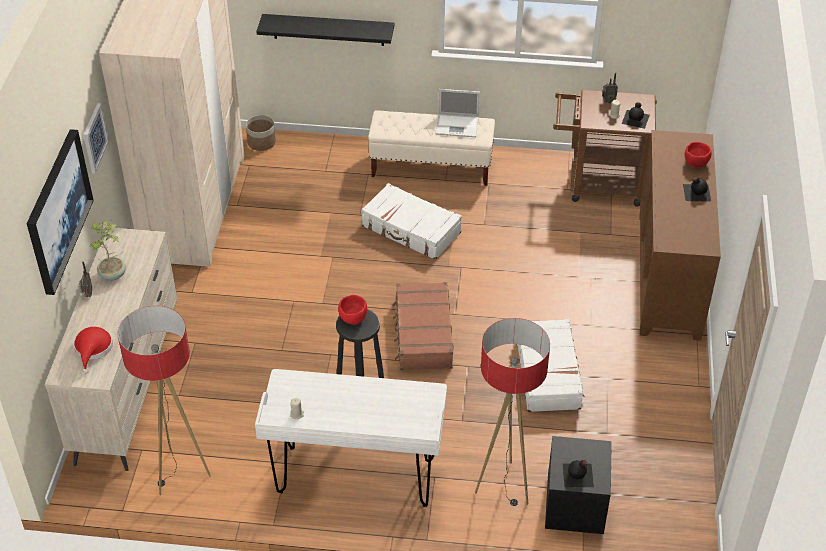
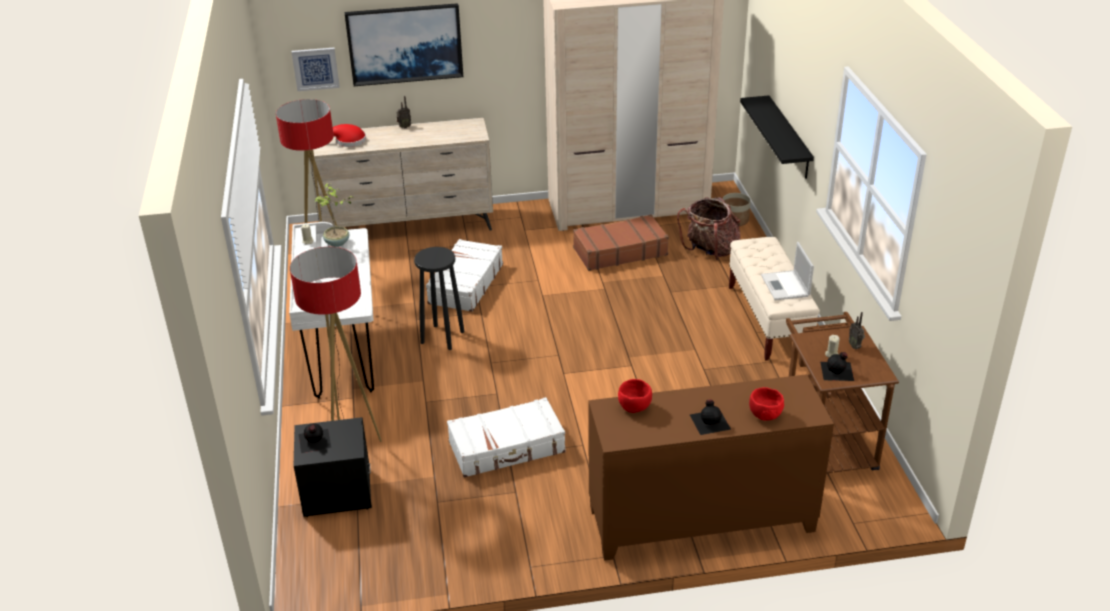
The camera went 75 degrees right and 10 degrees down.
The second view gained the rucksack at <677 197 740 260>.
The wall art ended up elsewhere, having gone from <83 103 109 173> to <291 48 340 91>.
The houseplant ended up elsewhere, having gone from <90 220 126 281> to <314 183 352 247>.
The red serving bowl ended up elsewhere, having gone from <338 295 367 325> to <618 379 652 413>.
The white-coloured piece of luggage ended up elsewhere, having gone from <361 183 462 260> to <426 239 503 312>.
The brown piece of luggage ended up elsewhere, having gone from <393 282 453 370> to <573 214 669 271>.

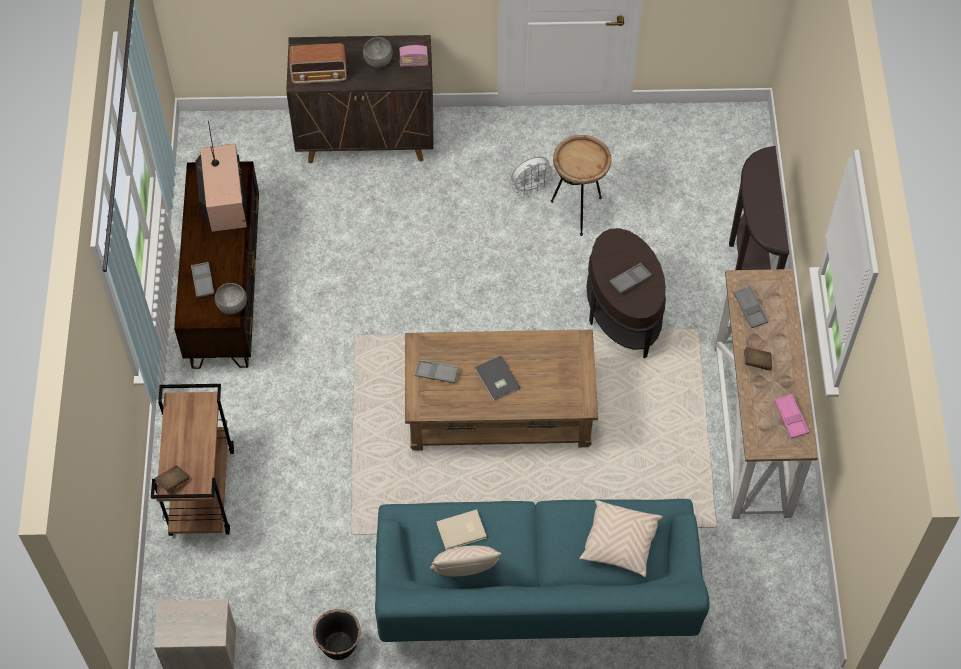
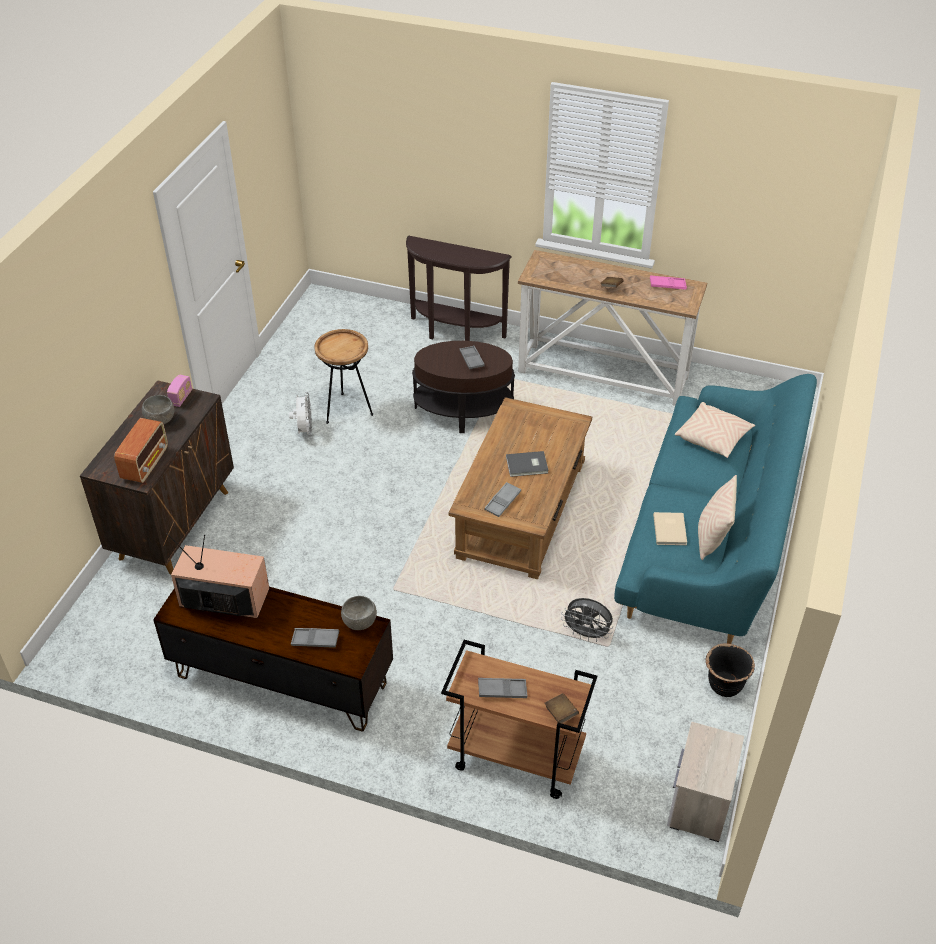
The camera went 70 degrees left and 15 degrees down.
The second view gained the gray cooling fan at <561 598 613 642>.
The gray carrying tray ended up elsewhere, having gone from <733 286 768 328> to <478 678 527 698>.

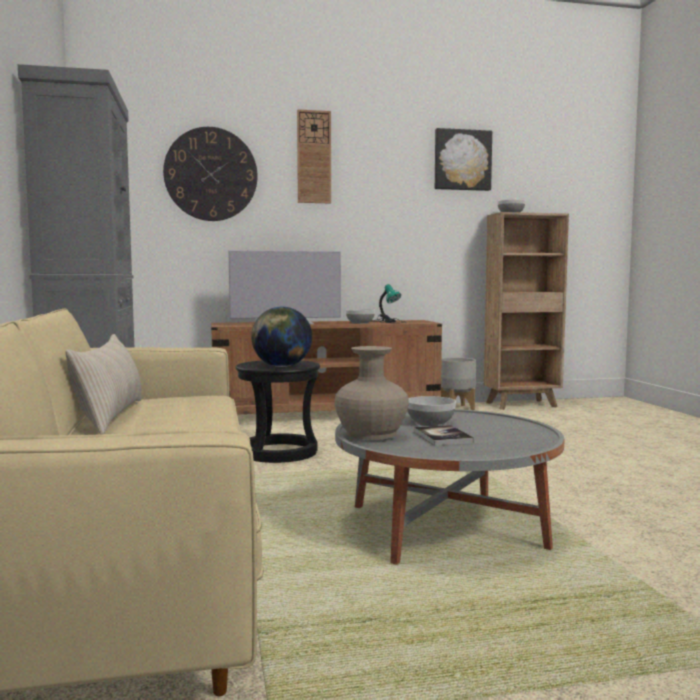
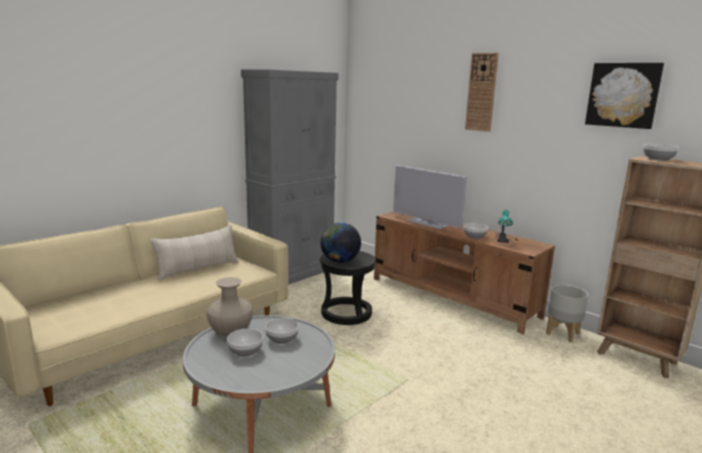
The camera went 55 degrees right and 10 degrees up.
The second view lost the hanging clock at <163 127 258 221>.
Where the book stood at <414 425 474 446>, the serving bowl came to stand at <227 329 263 357>.

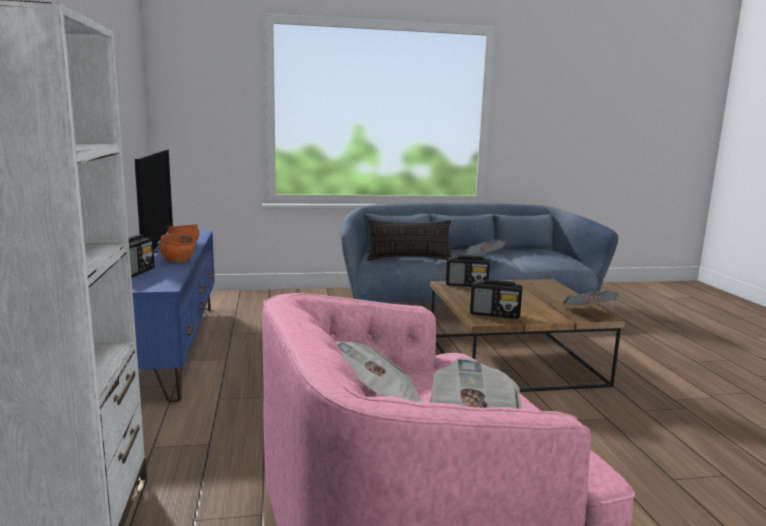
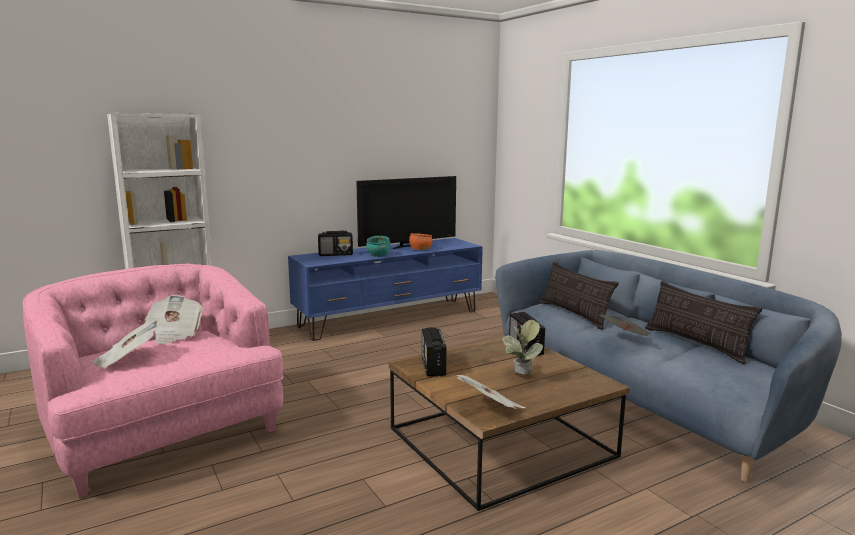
The camera went 70 degrees right and 0 degrees up.
The second view gained the houseplant at <503 320 543 375>.
The second view gained the cushion at <645 281 762 364>.
What was the orange serving bowl at <159 233 195 263> turned into the turquoise serving bowl at <366 236 391 257>.

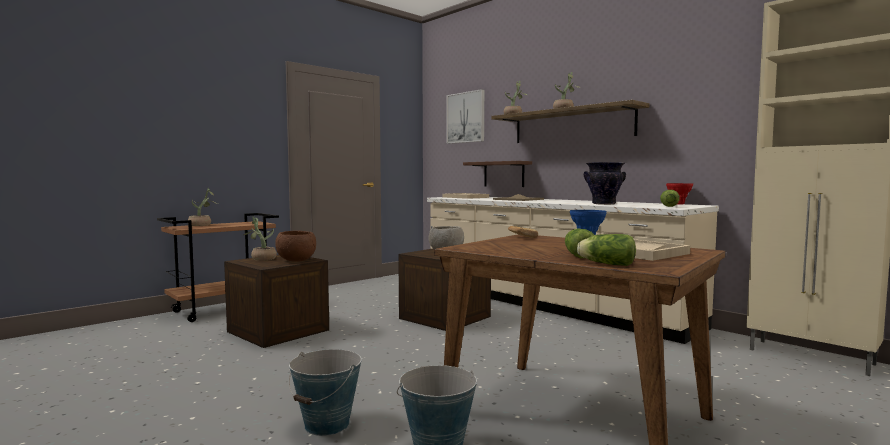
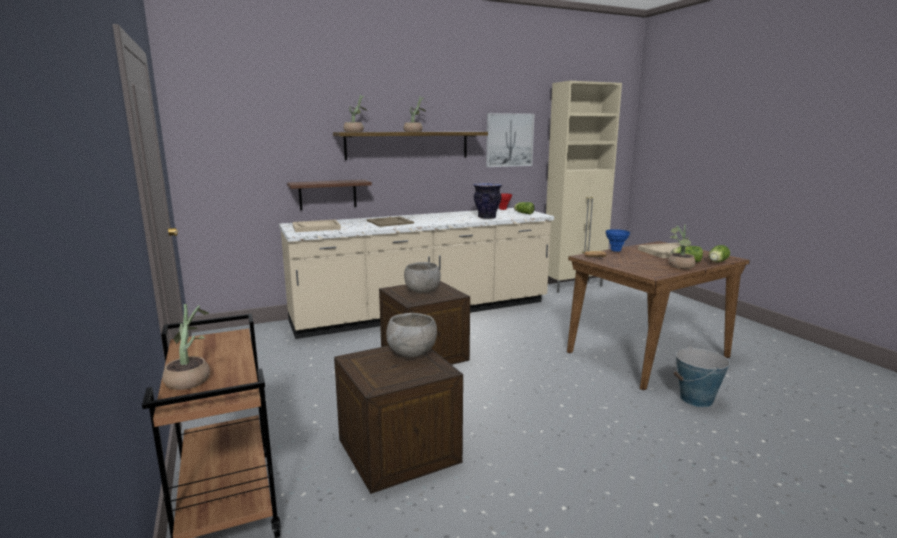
The camera went 70 degrees left and 10 degrees up.
The second view lost the pail at <289 349 362 436>.
The houseplant ended up elsewhere, having gone from <244 217 277 261> to <668 224 696 269>.
The wall art ended up elsewhere, having gone from <447 89 484 144> to <486 113 535 167>.
What was the brown serving bowl at <275 231 316 262> turned into the gray serving bowl at <386 313 437 357>.

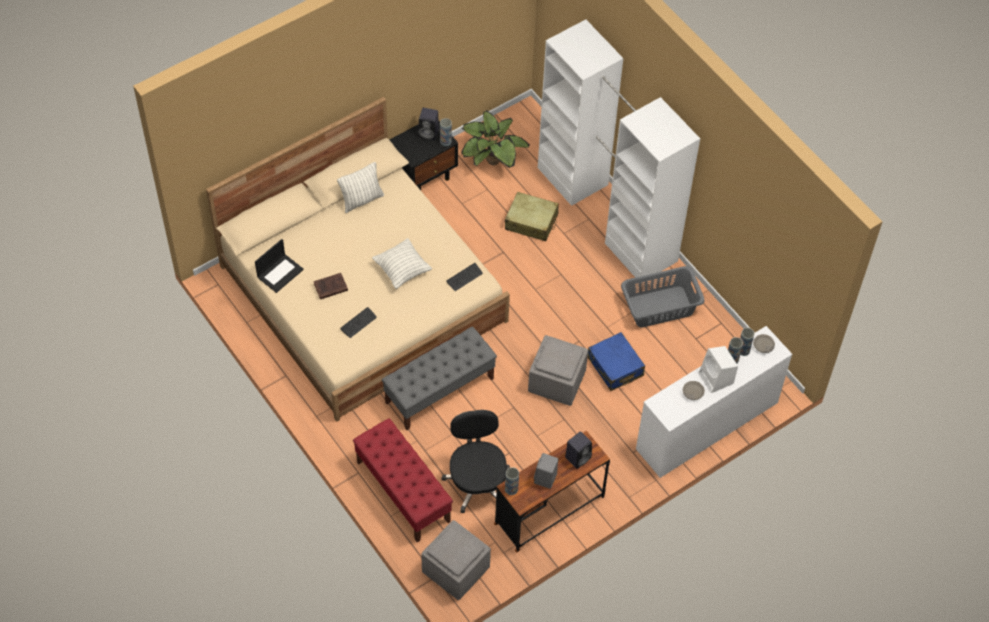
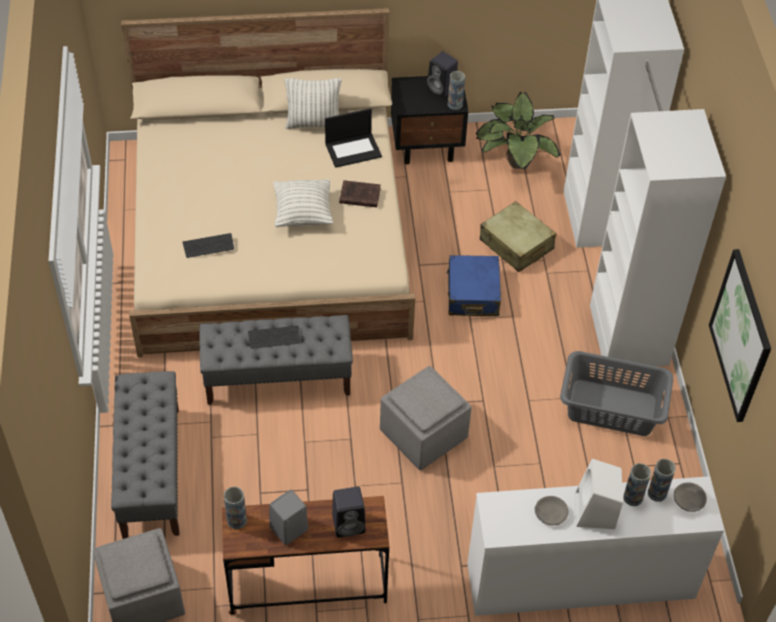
The camera went 30 degrees right and 5 degrees down.
The second view lost the black-coloured desk chair at <441 410 510 513>.
The second view gained the wall art at <709 249 771 422>.
The portable computer ended up elsewhere, having gone from <255 239 304 293> to <325 108 382 168>.
The brown book ended up elsewhere, having gone from <313 273 348 299> to <339 180 381 207>.
The keyboard ended up elsewhere, having gone from <446 263 483 291> to <248 326 300 349>.
The bluish piece of luggage ended up elsewhere, having gone from <588 332 645 391> to <446 255 501 316>.
What was the red bench at <353 418 453 542> turned into the gray bench at <111 371 179 539>.

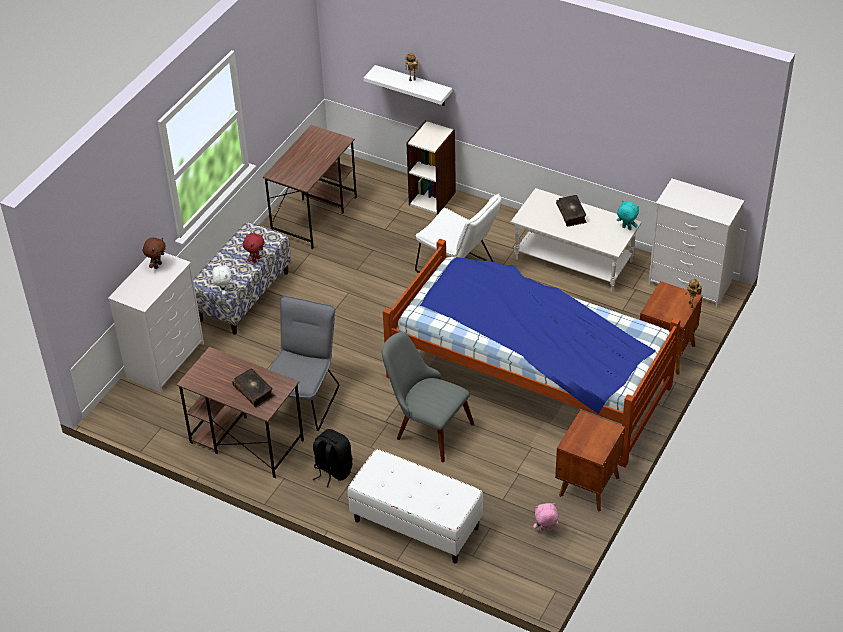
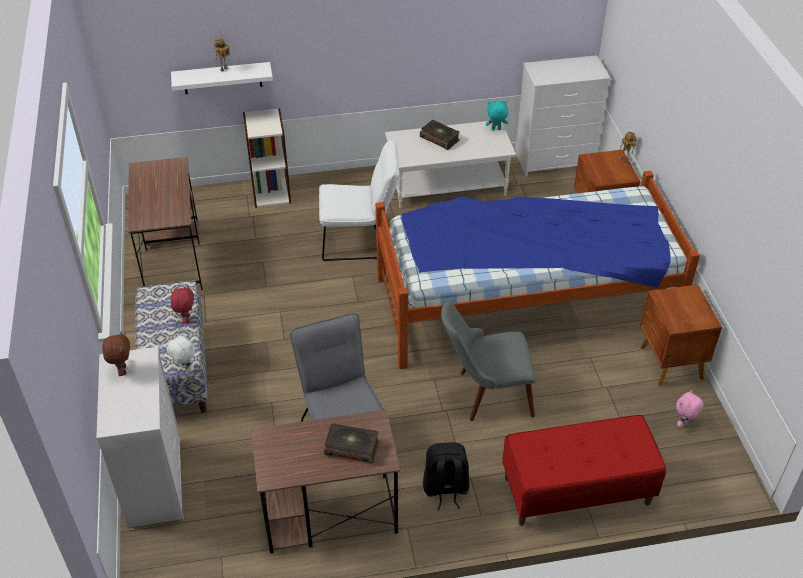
The camera went 40 degrees left and 0 degrees up.
What was the white-coloured bench at <348 449 483 563> turned into the red bench at <502 415 666 526>.

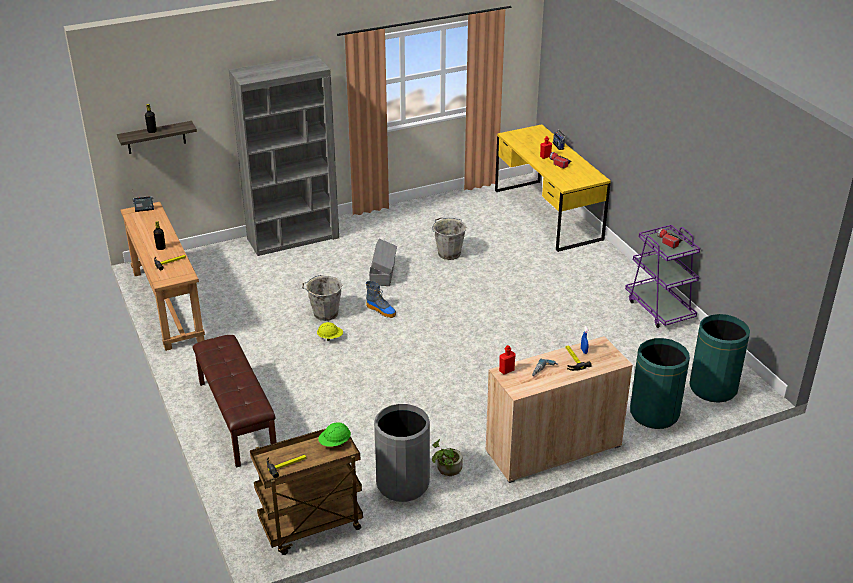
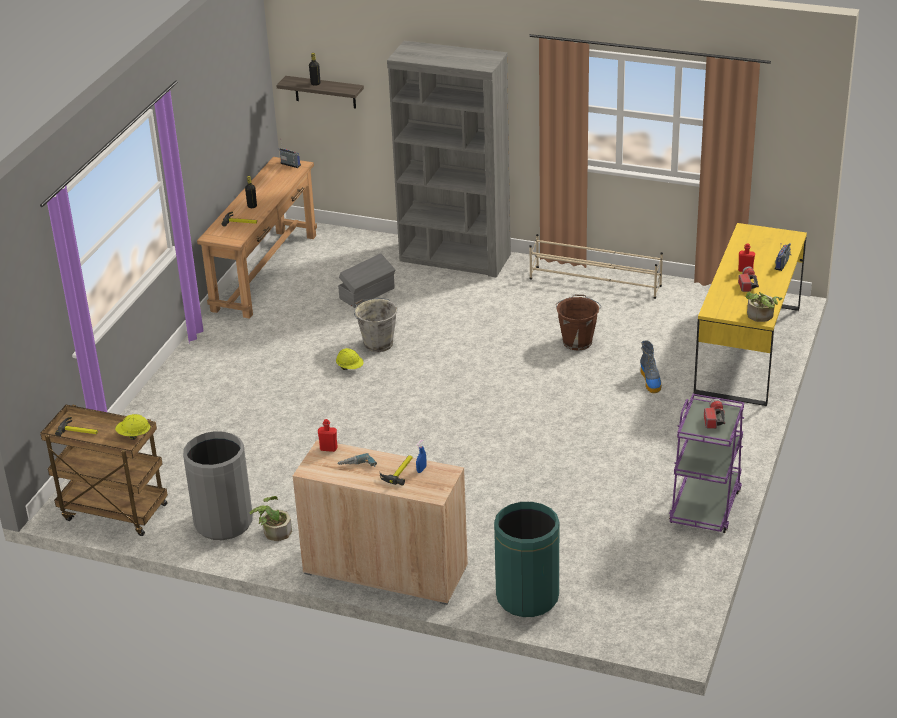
The camera went 45 degrees right and 0 degrees up.
The second view lost the brown bench at <193 335 277 468>.
The second view lost the green rubbish bin at <689 314 750 403>.
The second view gained the beige shoe shelf at <530 234 663 299>.
The second view gained the houseplant at <746 292 782 322>.
The tall boot ended up elsewhere, having gone from <366 281 396 318> to <640 340 661 393>.
The gray storage container ended up elsewhere, having gone from <369 239 397 286> to <338 253 395 308>.
What was the green safety helmet at <318 422 351 447> turned into the yellow-coloured safety helmet at <115 414 151 440>.
What was the gray pail at <432 217 466 260> turned into the brown pail at <556 294 602 351>.

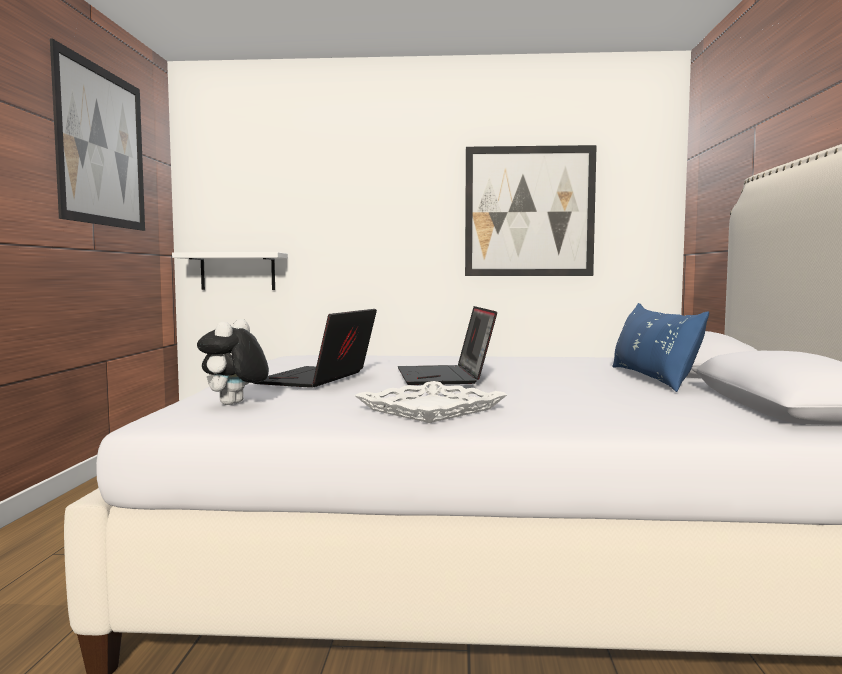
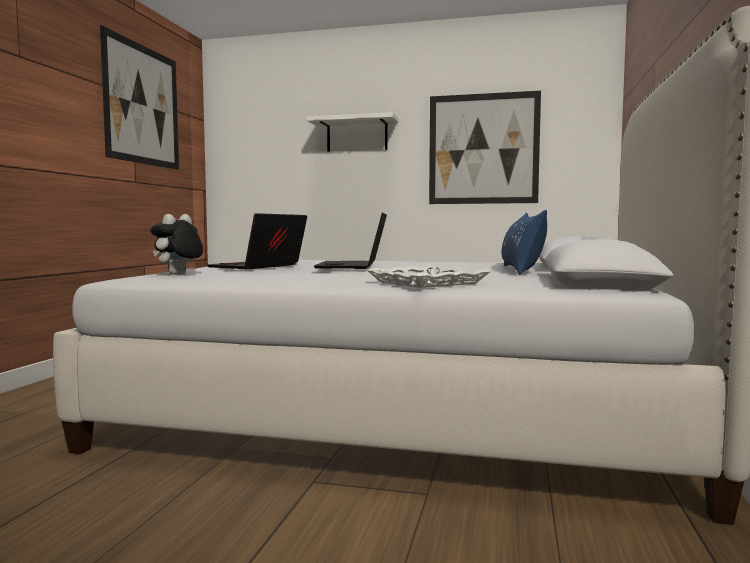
The camera went 10 degrees right and 0 degrees up.
The white-coloured shelf ended up elsewhere, having gone from <172 252 288 290> to <307 112 399 152>.
The white-coloured carrying tray ended up elsewhere, having gone from <354 381 508 423> to <367 265 491 288>.

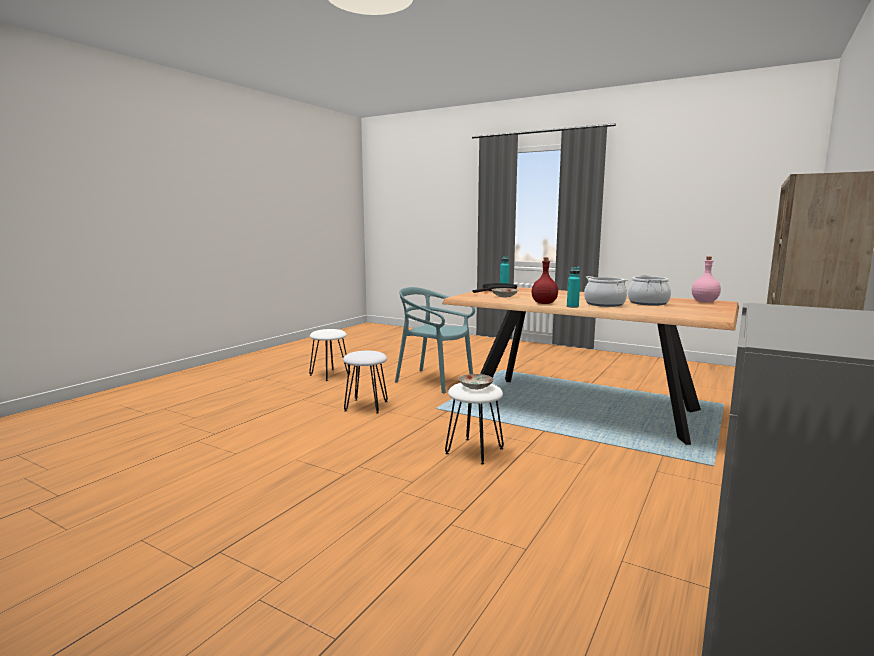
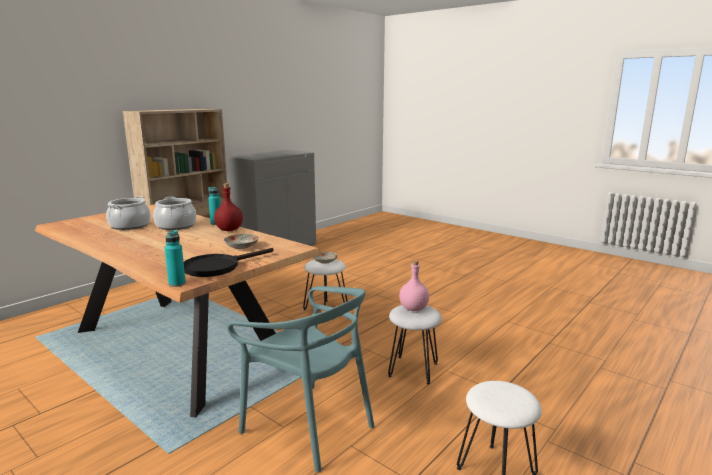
The camera went 170 degrees left and 5 degrees up.
The pink drink bottle ended up elsewhere, having gone from <692 257 721 302> to <399 260 429 311>.

